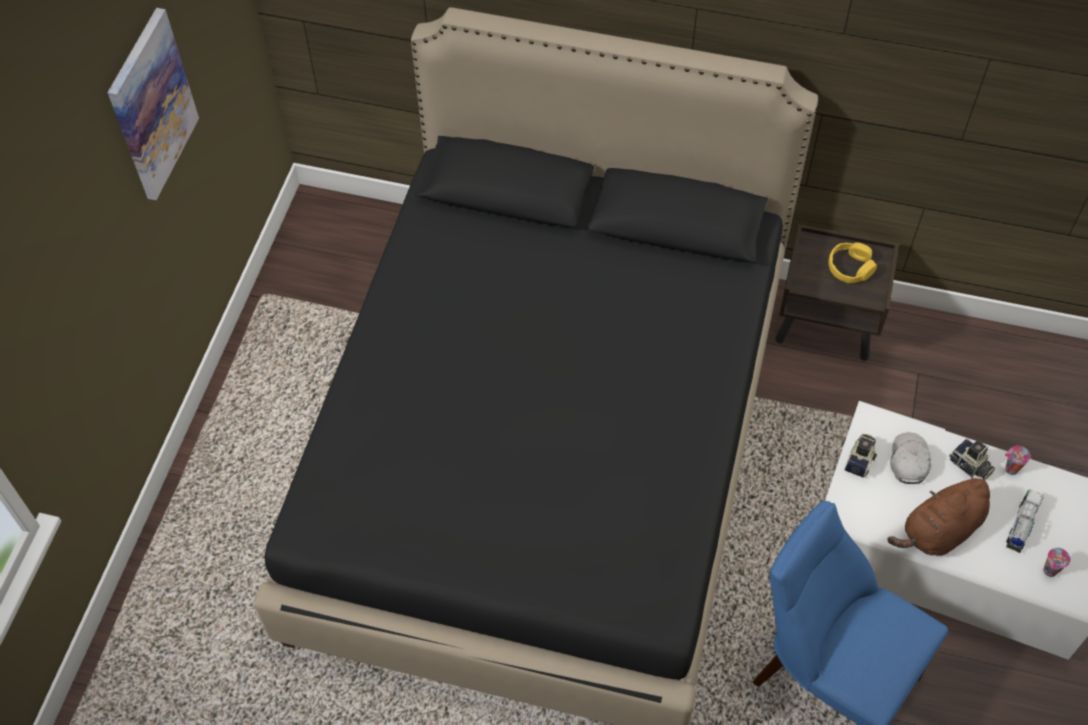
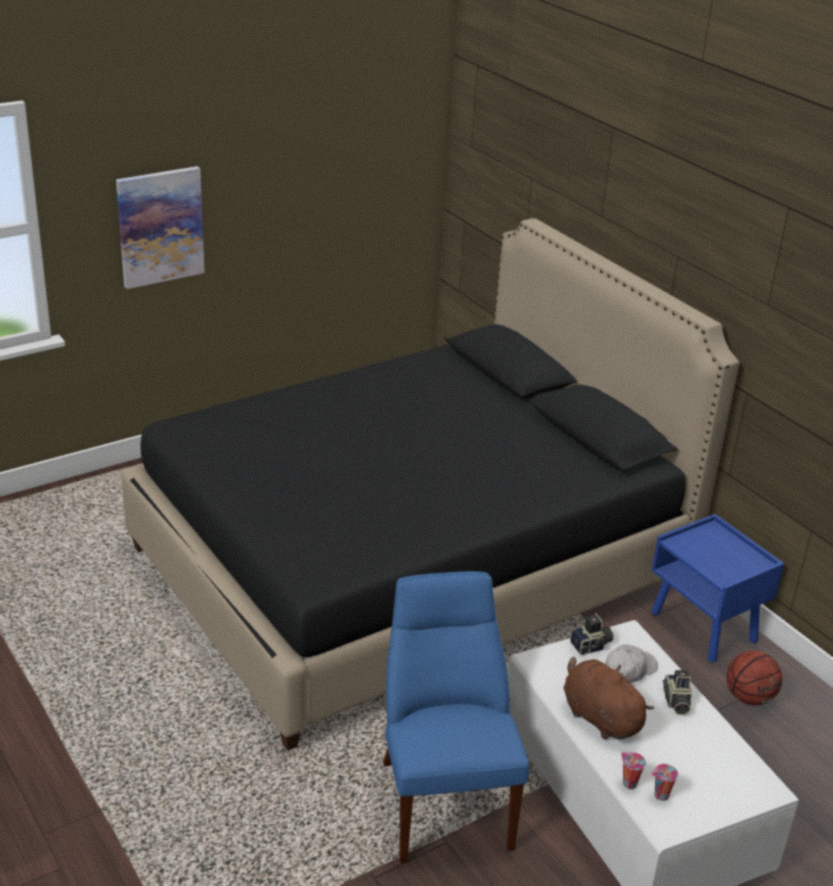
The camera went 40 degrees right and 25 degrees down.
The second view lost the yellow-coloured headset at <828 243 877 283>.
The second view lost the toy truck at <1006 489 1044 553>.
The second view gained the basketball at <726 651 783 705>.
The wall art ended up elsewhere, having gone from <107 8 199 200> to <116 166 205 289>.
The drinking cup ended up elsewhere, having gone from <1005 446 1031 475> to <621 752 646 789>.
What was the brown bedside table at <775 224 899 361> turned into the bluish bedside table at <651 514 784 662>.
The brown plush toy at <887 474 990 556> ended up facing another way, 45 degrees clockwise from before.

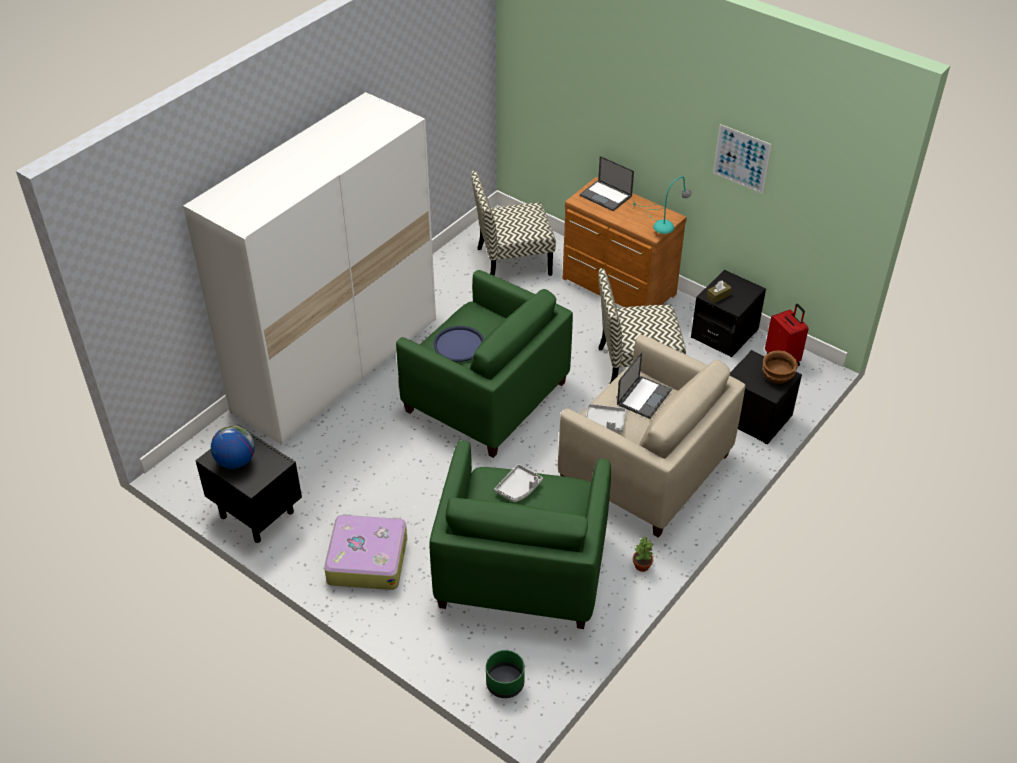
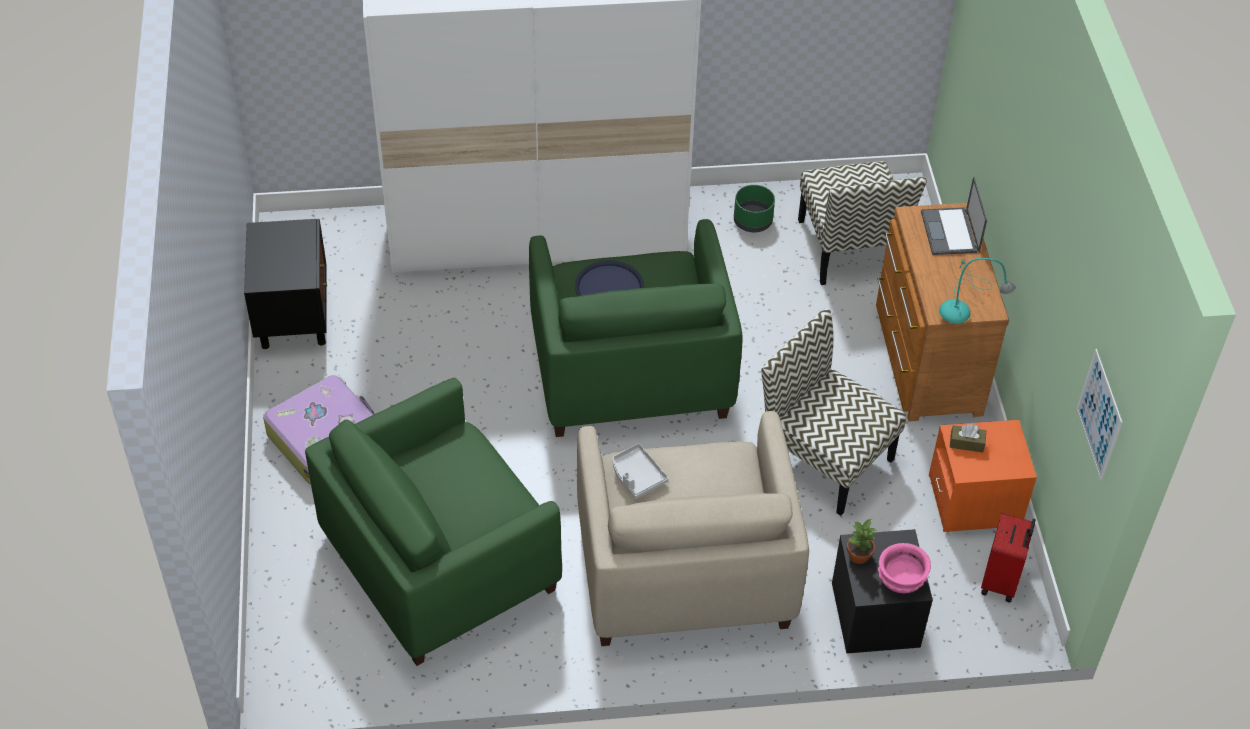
The camera went 45 degrees right and 5 degrees up.
The second view lost the globe at <211 426 255 469>.
The second view lost the gray carrying tray at <495 464 543 502>.
The second view lost the portable computer at <617 352 672 419>.
The green planter ended up elsewhere, having gone from <486 650 525 698> to <734 185 775 232>.
The houseplant ended up elsewhere, having gone from <633 536 654 572> to <847 519 876 564>.
The wall art ended up elsewhere, having gone from <713 124 772 194> to <1077 349 1122 481>.
What was the black-coloured bedside table at <691 270 766 357> turned into the orange bedside table at <929 420 1037 533>.
What was the brown serving bowl at <762 351 798 384> turned into the pink serving bowl at <878 543 931 593>.
The upright chair at <471 171 556 276> ended up facing another way, 135 degrees counterclockwise from before.

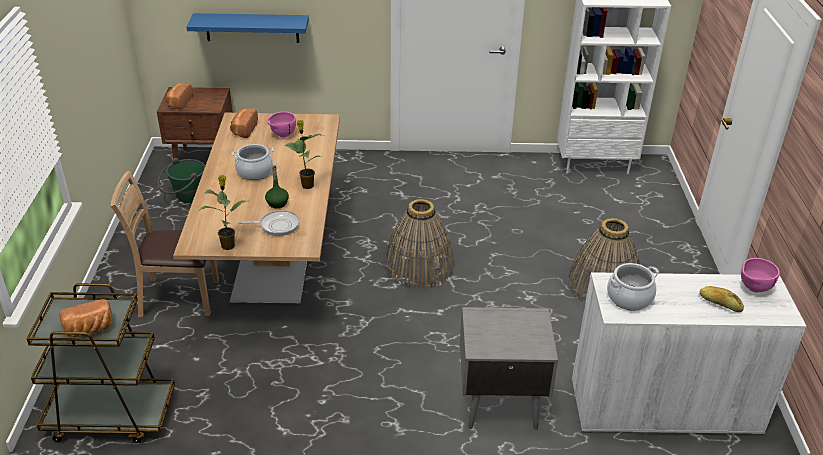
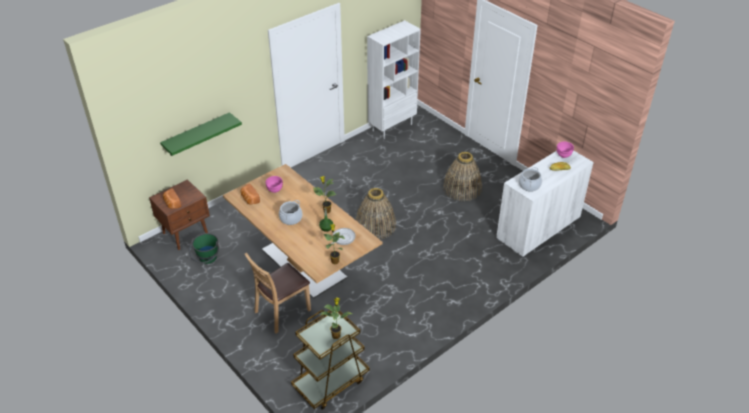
The camera went 40 degrees left and 5 degrees up.
The second view lost the gray bedside table at <460 307 558 430>.
Where the bakery bread stood at <59 299 112 338>, the houseplant came to stand at <319 297 352 339>.
What was the bluish shelf at <186 13 309 43> turned into the green shelf at <160 112 242 156>.

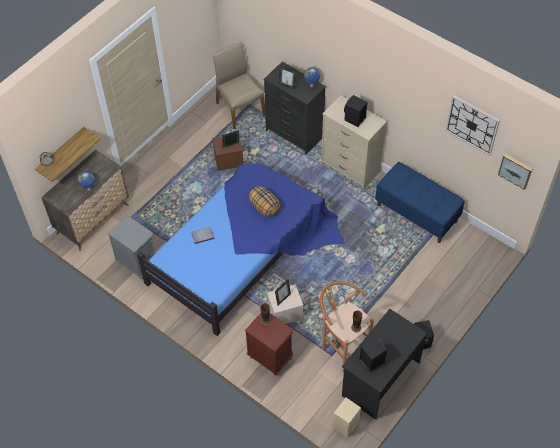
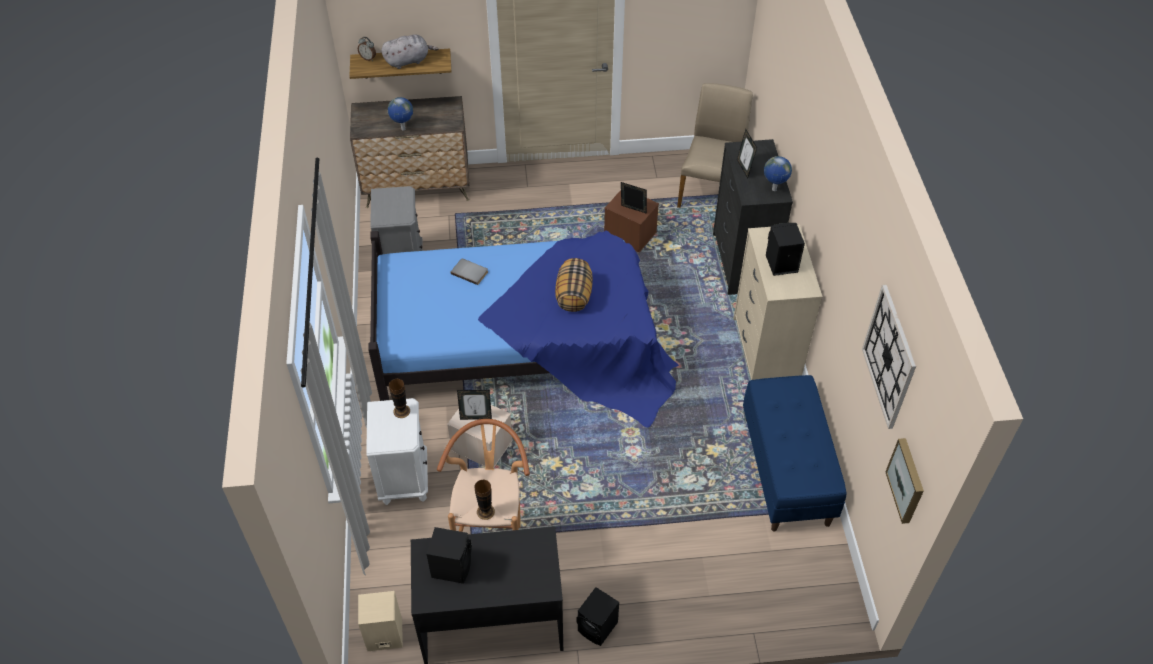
The camera went 45 degrees right and 5 degrees down.
The second view gained the gray plush toy at <381 34 439 69>.
What was the brown bedside table at <245 313 293 375> turned into the white-coloured bedside table at <366 398 428 505>.

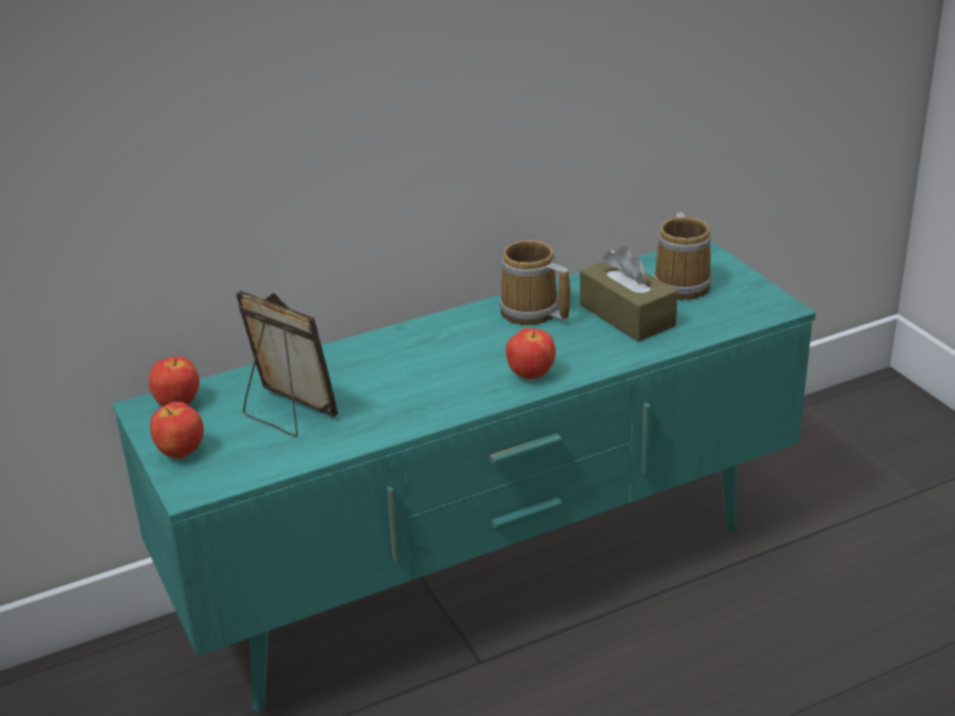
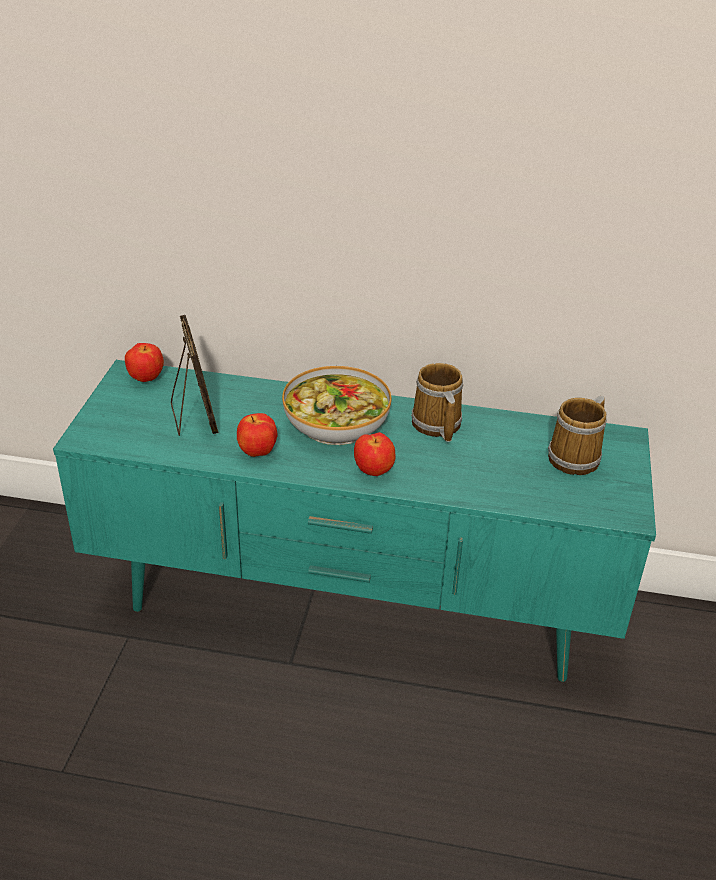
The camera went 35 degrees right and 5 degrees up.
The second view lost the brown box of tissues at <580 246 678 342>.
The second view gained the serving bowl at <282 366 391 445>.
The apple ended up elsewhere, having gone from <150 402 204 459> to <237 413 277 457>.

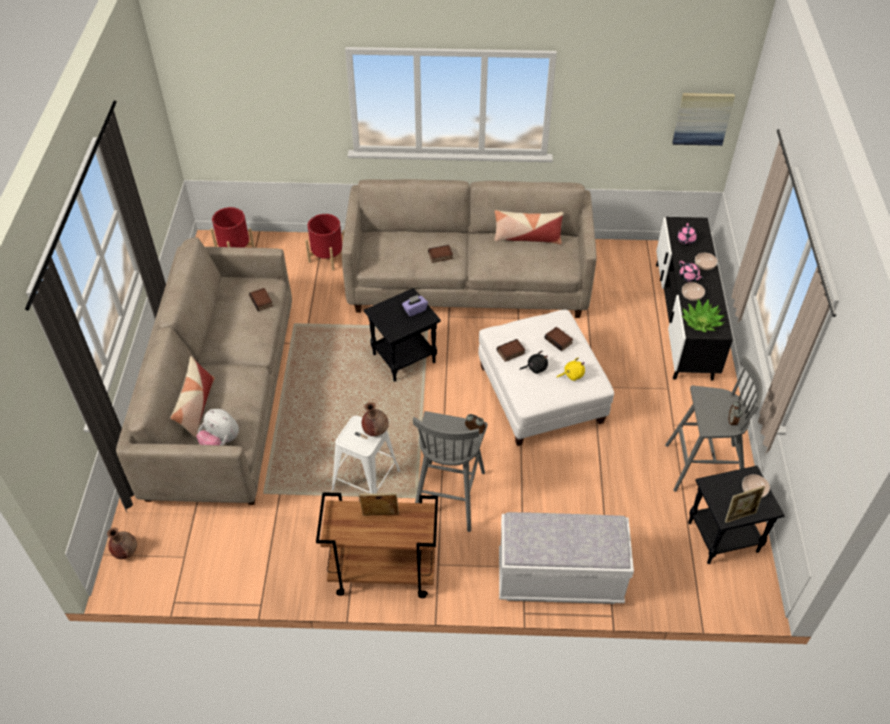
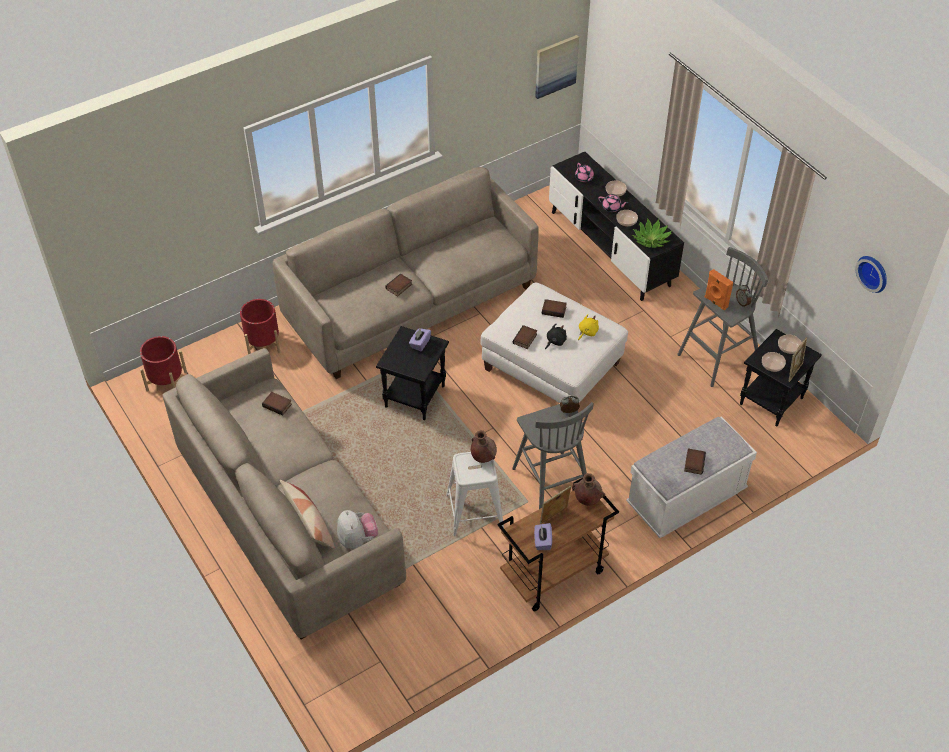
The camera went 35 degrees left and 0 degrees up.
The second view lost the cushion at <494 210 563 245>.
The second view gained the purple box of tissues at <534 523 552 550>.
The second view gained the book at <684 448 706 475>.
The second view gained the orange speaker at <705 269 733 311>.
The second view gained the serving bowl at <762 352 786 372>.
The second view gained the hanging clock at <856 256 887 293>.
The brown decorative vase ended up elsewhere, having gone from <107 528 137 559> to <572 473 605 506>.
The plush toy at <197 409 239 446> ended up facing another way, 105 degrees counterclockwise from before.

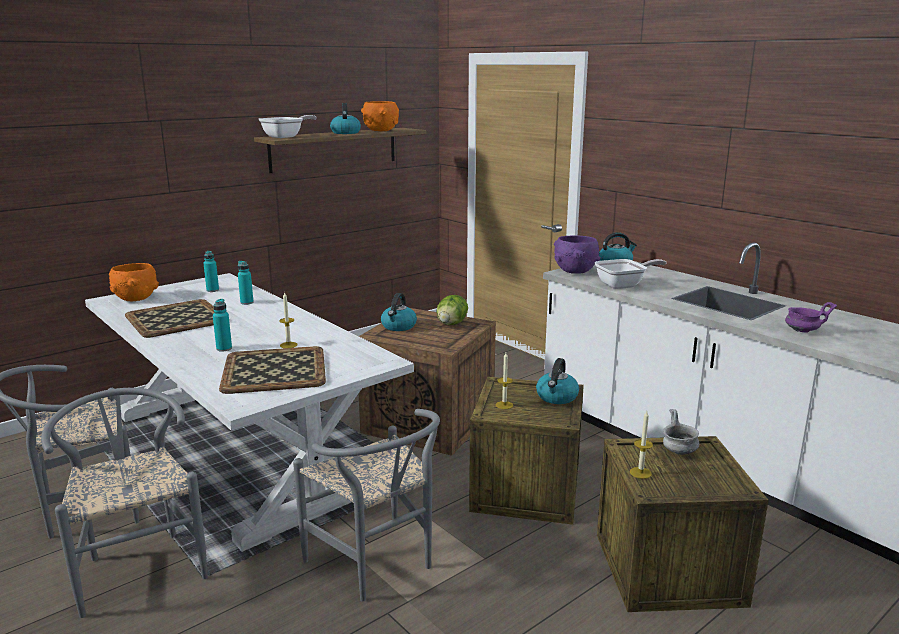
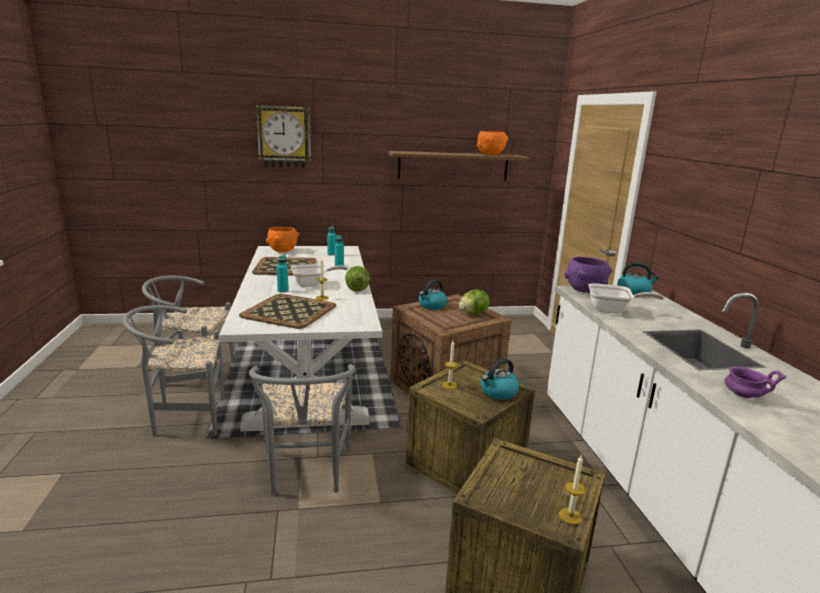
The camera went 30 degrees right and 0 degrees up.
The second view lost the tea kettle at <330 103 361 134>.
The second view lost the gray serving bowl at <663 409 699 455>.
The second view gained the hanging clock at <256 105 311 168>.
The second view gained the lettuce at <345 266 370 291>.
The frying pan ended up elsewhere, having gone from <259 115 317 138> to <291 264 348 287>.
The candle ended up elsewhere, having gone from <630 411 653 479> to <559 455 585 525>.
The gray upright chair at <41 388 208 618> ended up facing another way, 105 degrees counterclockwise from before.

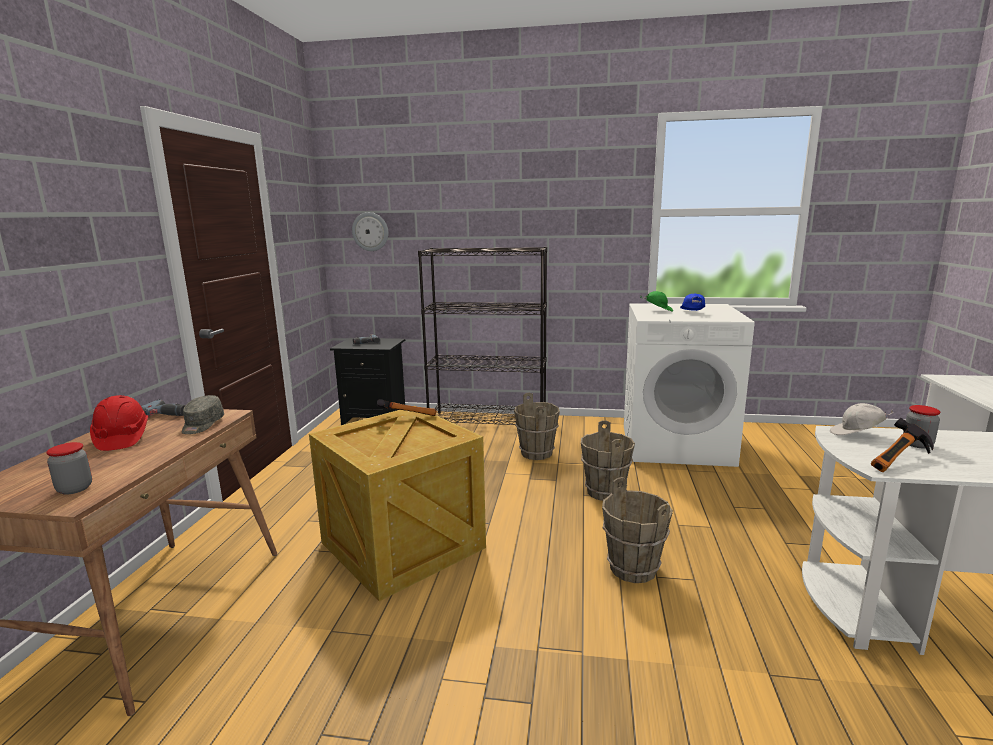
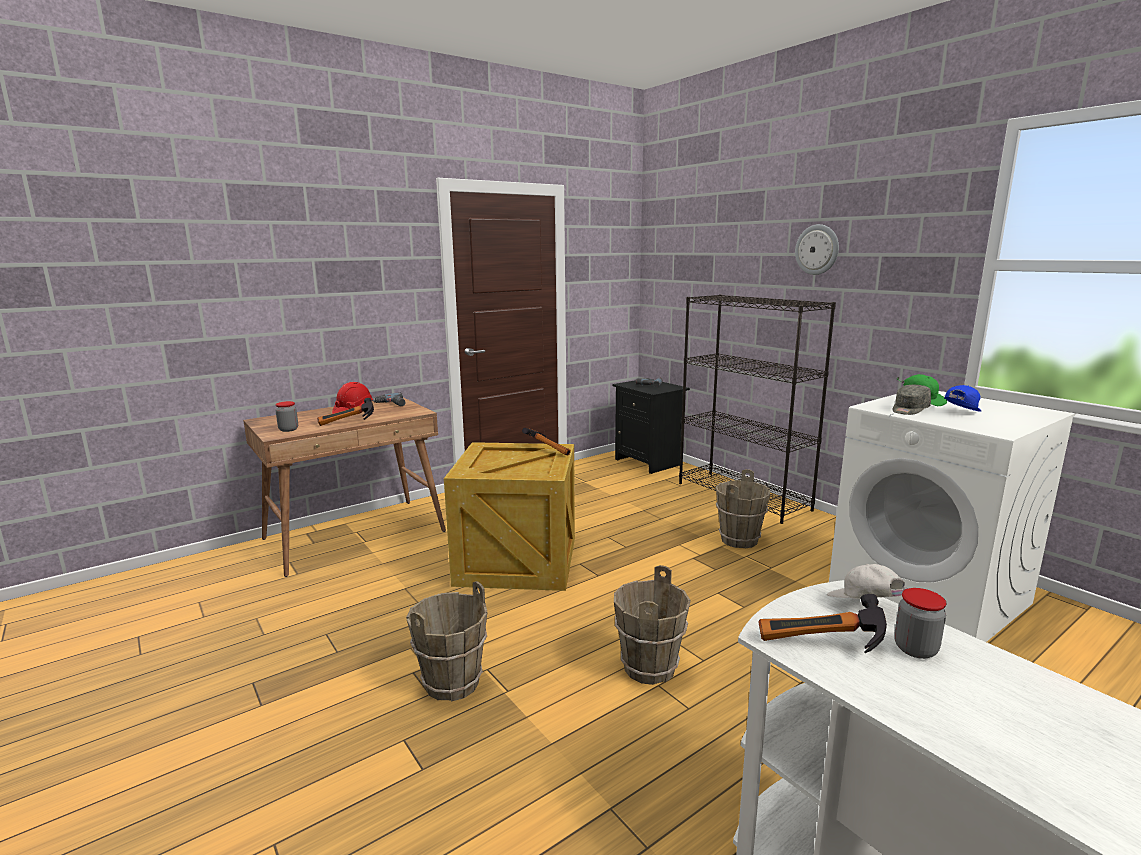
The camera went 45 degrees right and 0 degrees up.
The second view gained the hammer at <317 398 374 426>.
The gray baseball cap ended up elsewhere, having gone from <182 395 224 434> to <892 385 931 415>.
The hanging clock ended up elsewhere, having gone from <352 212 388 251> to <795 224 839 275>.
The brown pail ended up elsewhere, having gone from <581 420 635 501> to <406 581 487 701>.

